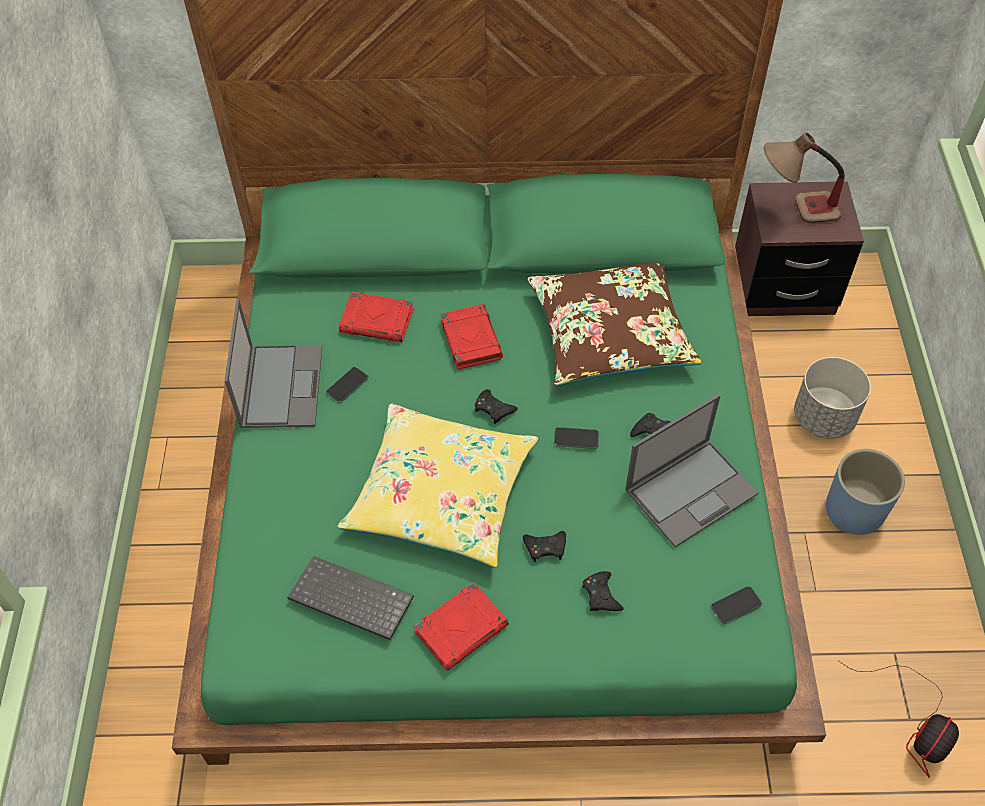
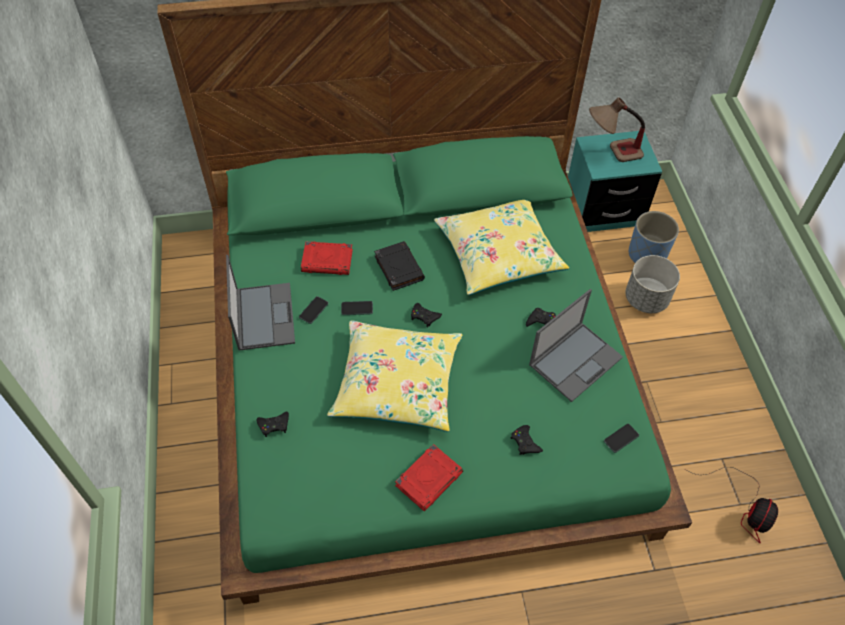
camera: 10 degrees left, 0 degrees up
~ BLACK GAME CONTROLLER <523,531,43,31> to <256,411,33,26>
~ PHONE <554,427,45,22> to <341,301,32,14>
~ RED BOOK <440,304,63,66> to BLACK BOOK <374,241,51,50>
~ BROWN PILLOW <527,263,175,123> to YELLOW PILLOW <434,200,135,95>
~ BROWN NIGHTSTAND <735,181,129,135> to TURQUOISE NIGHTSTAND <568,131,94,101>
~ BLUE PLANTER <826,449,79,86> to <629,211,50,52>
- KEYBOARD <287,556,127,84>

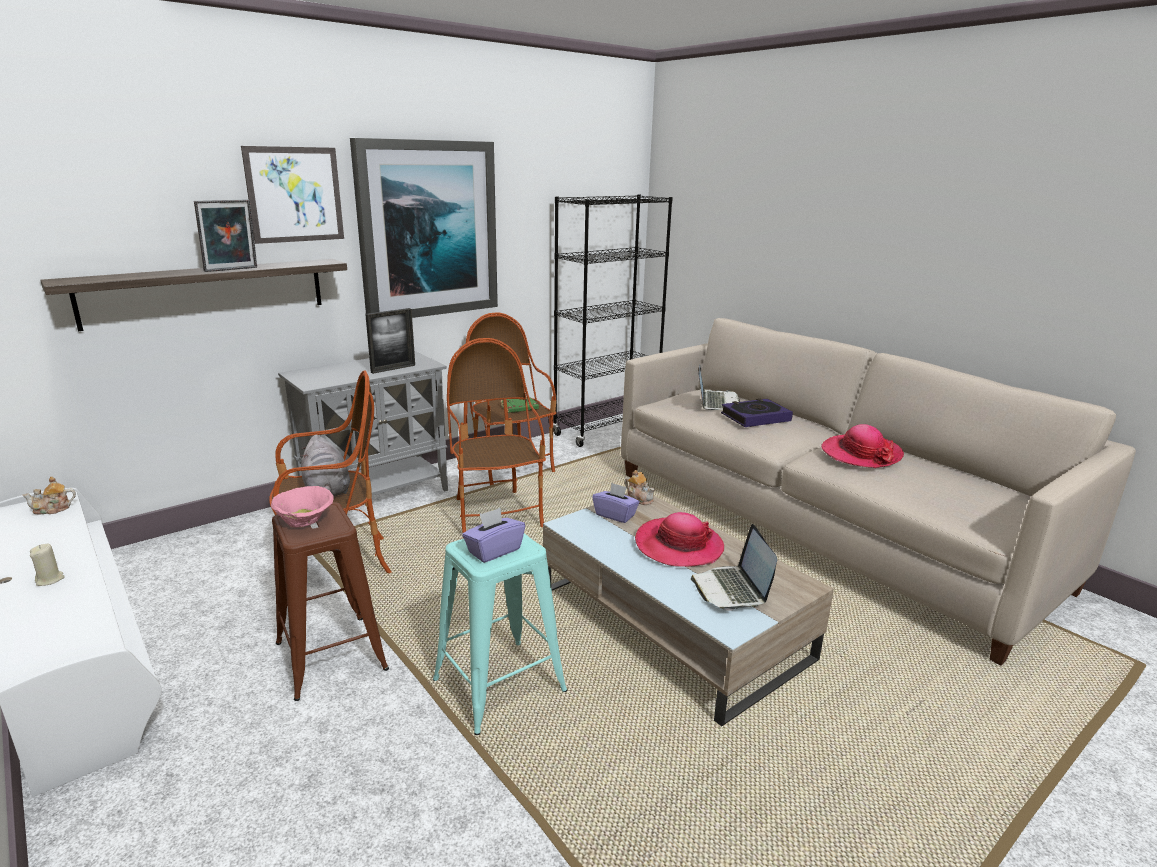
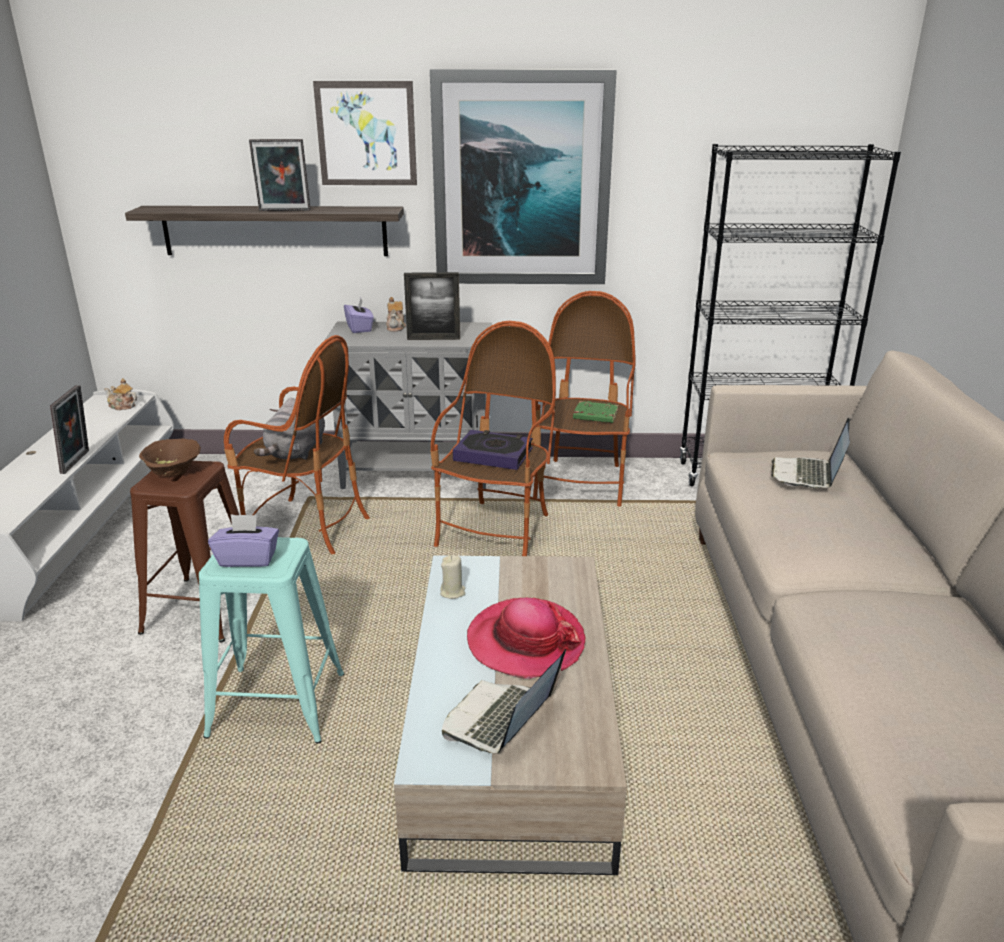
camera: 40 degrees right, 5 degrees up
+ PICTURE FRAME <50,385,39,89>
~ PINK BOWL <271,486,63,41> to BROWN BOWL <139,438,62,39>
~ PURPLE TISSUE BOX <592,483,48,40> to <344,298,30,35>
~ TEAPOT <624,470,31,35> to <386,297,20,35>
~ BEIGE CANDLE <30,544,35,42> to <440,555,26,44>
~ BOOK <721,398,72,29> to <453,430,80,40>
~ LAPTOP <698,364,42,46> = <771,418,79,71> 150 degrees clockwise
- HAT <821,424,83,44>

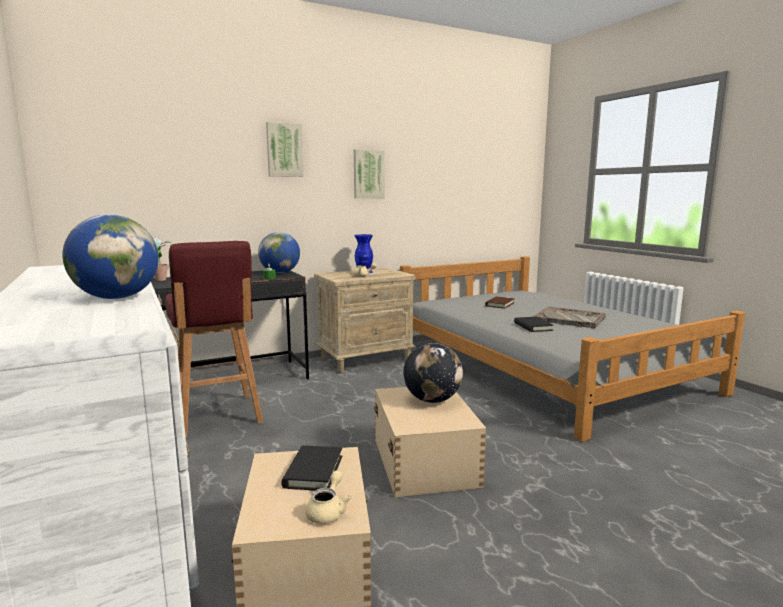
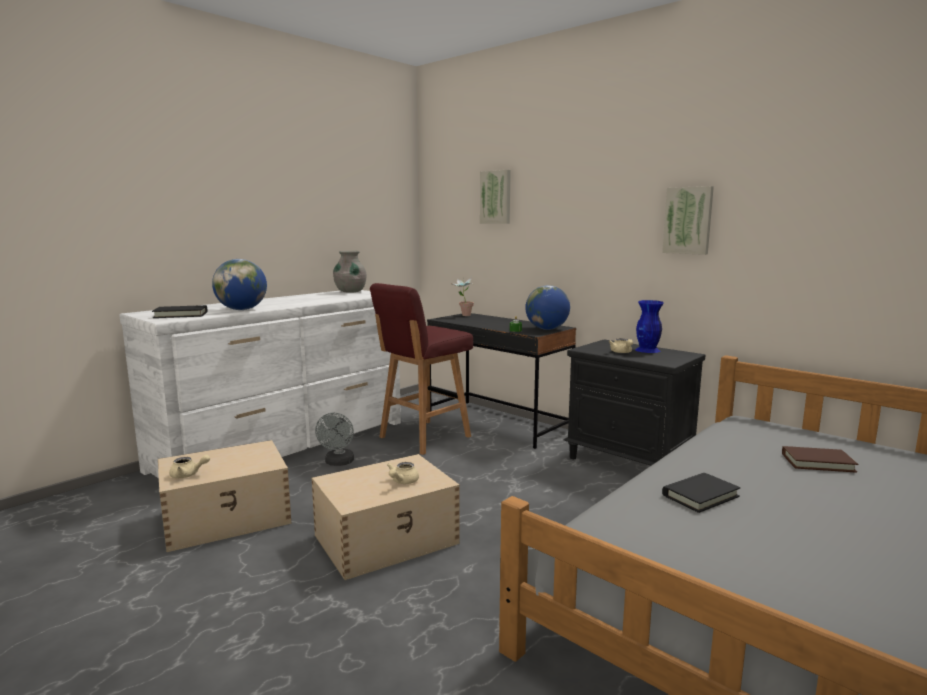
camera: 70 degrees right, 0 degrees up
~ BLACK BOOK <281,446,61,45> to <152,305,55,13>
+ GREY FAN <315,413,39,53>
+ GREY VASE <333,251,33,42>
~ GLOBE <403,343,60,60> to BEIGE TEAPOT <387,462,32,22>
~ PICTURE <266,122,38,55> to <480,170,31,54>
~ BEIGE NIGHTSTAND <314,268,102,105> to BLACK NIGHTSTAND <564,339,141,127>
- GREY TRAY <533,307,73,21>

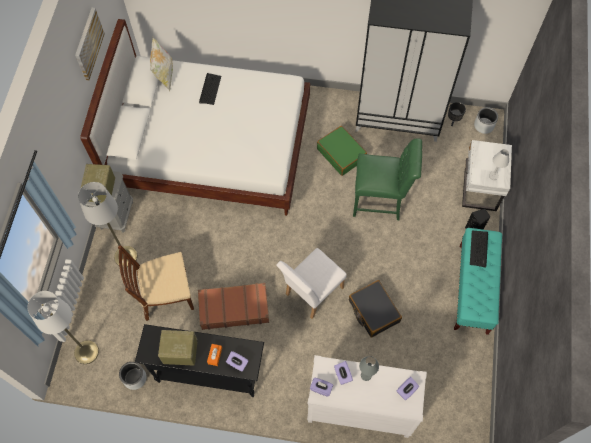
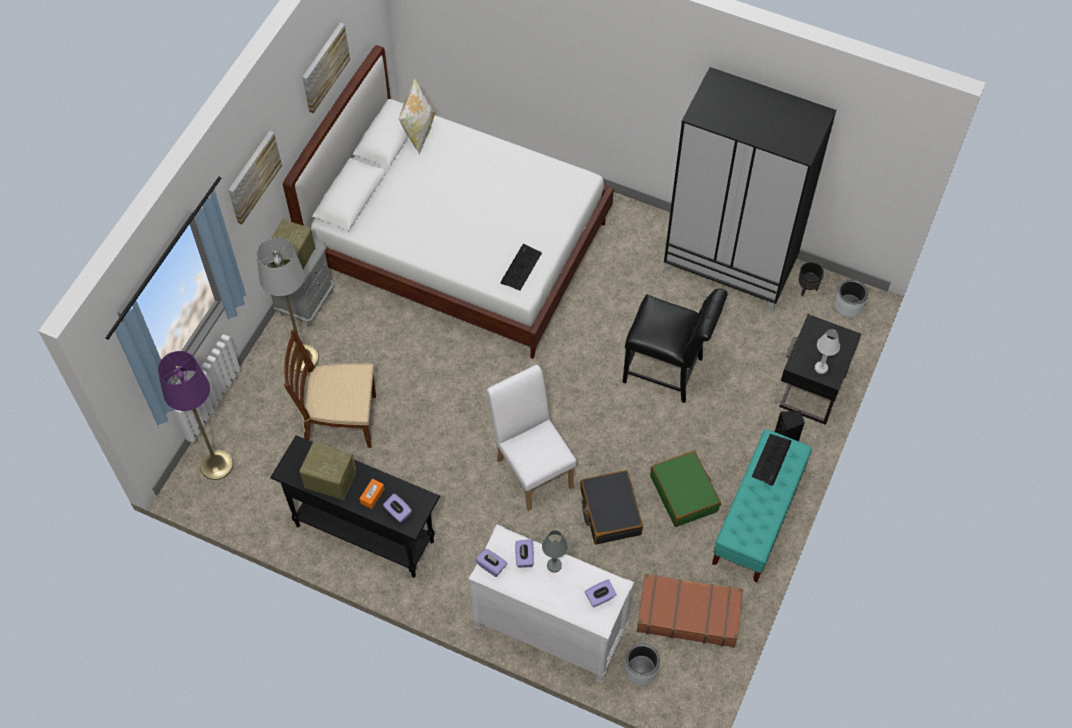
camera: 15 degrees right, 5 degrees down
~ WHITE FLOOR LAMP <27,291,72,73> to PURPLE FLOOR LAMP <158,351,75,129>
+ PICTURE <228,131,54,93>
~ WHITE CHAIR <276,248,71,71> = <487,365,89,146> 90 degrees clockwise
~ KEYBOARD <199,73,22,32> to <501,244,41,47>
~ GREEN CHAIR <353,138,69,82> to BLACK CHAIR <623,288,105,115>
~ GREY PLANTER <119,362,28,28> to <624,643,36,42>
~ BROWN SUITCASE <198,283,71,47> to <637,574,106,74>
~ GREEN SUITCASE <317,126,50,50> to <650,451,71,76>
~ WHITE NIGHTSTAND <462,140,50,71> to BLACK NIGHTSTAND <779,314,82,111>

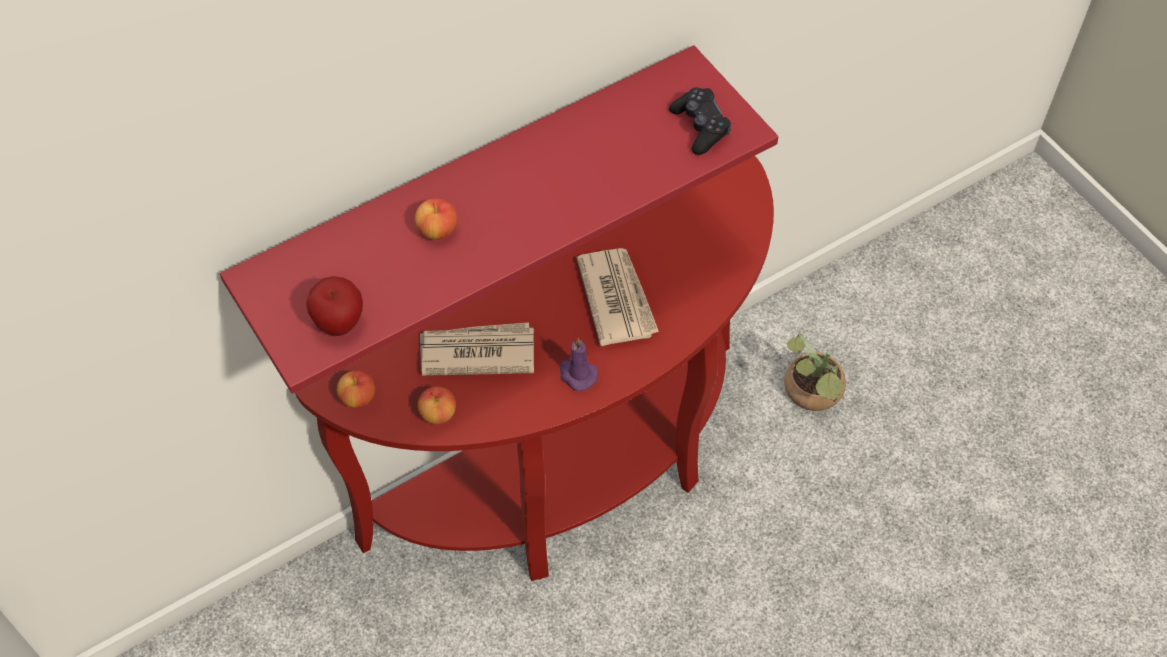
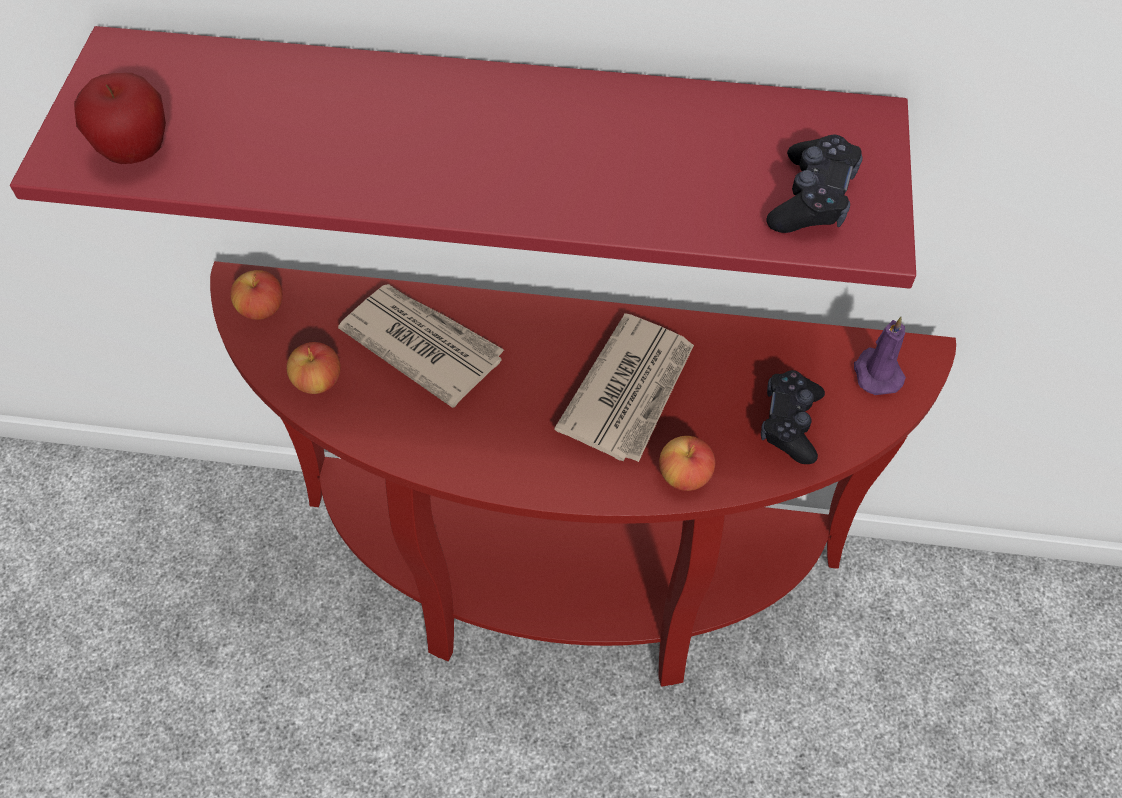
camera: 40 degrees right, 0 degrees up
~ APPLE <415,198,42,42> to <659,436,56,55>
+ BLACK GAME CONTROLLER <761,370,64,94>
~ PURPLE CANDLE <560,338,38,53> to <854,317,52,78>
- POTTED PLANT <784,333,62,78>

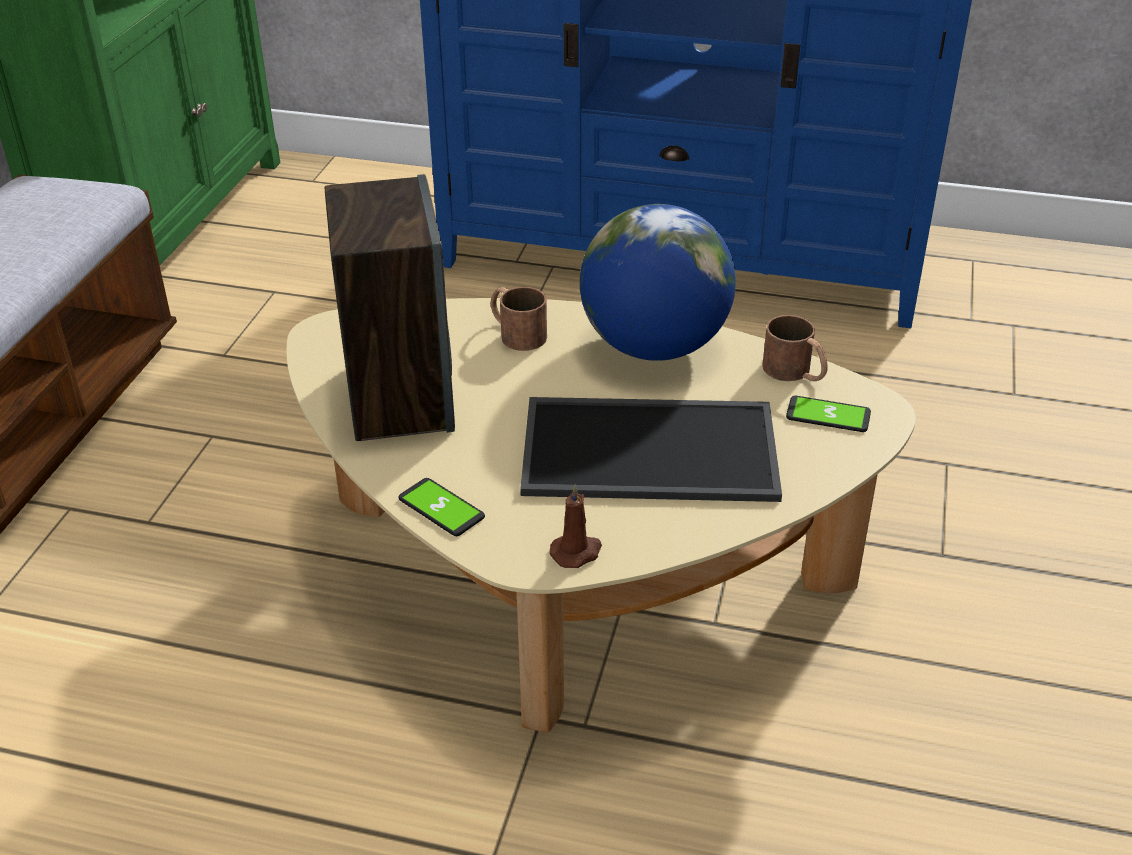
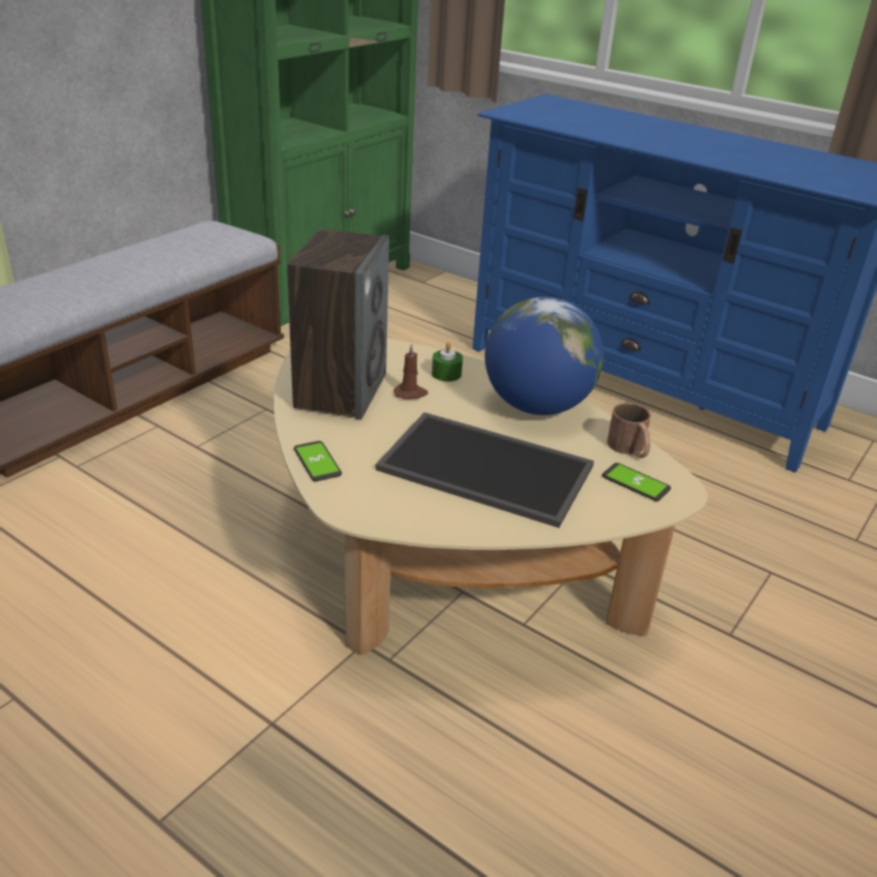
camera: 20 degrees right, 5 degrees down
~ BROWN CANDLE <549,484,53,84> to <394,344,34,55>
~ BROWN MUG <491,287,56,64> to GREEN CANDLE <432,342,31,40>

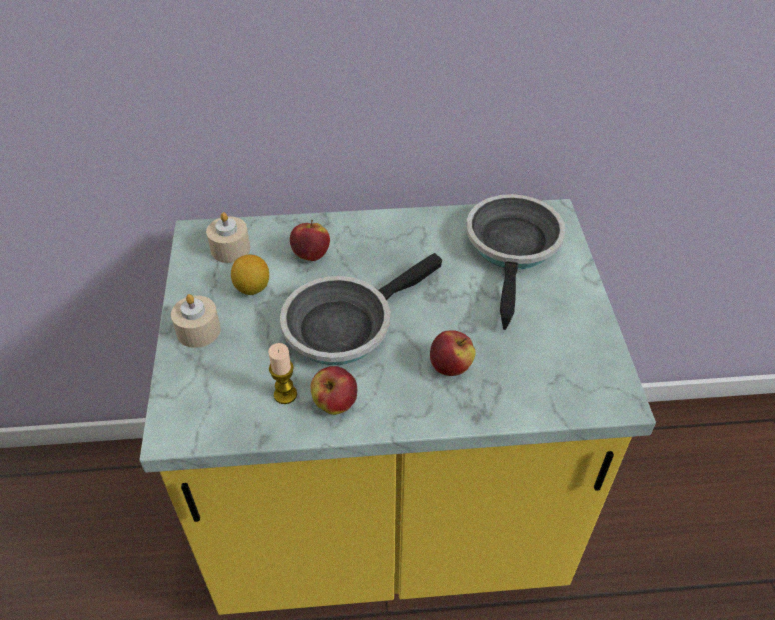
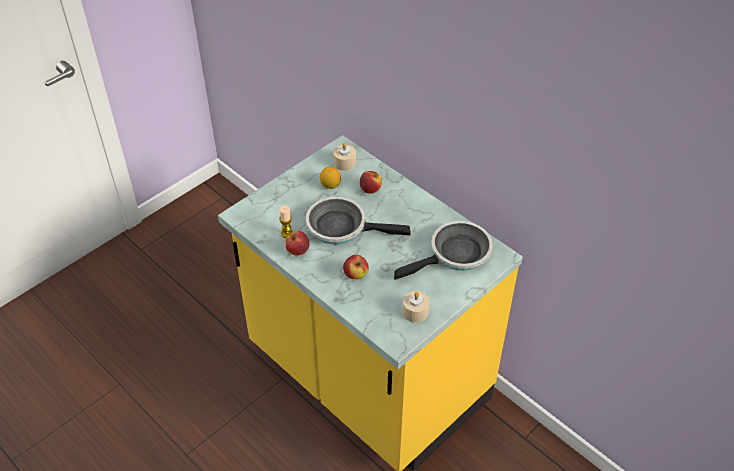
camera: 50 degrees right, 0 degrees up
~ BEIGE CANDLE <171,294,50,54> to <403,291,26,32>

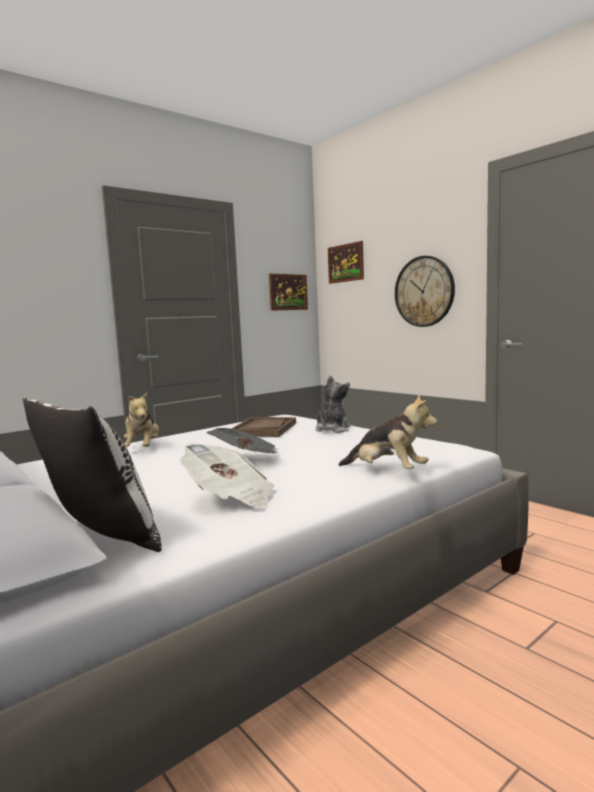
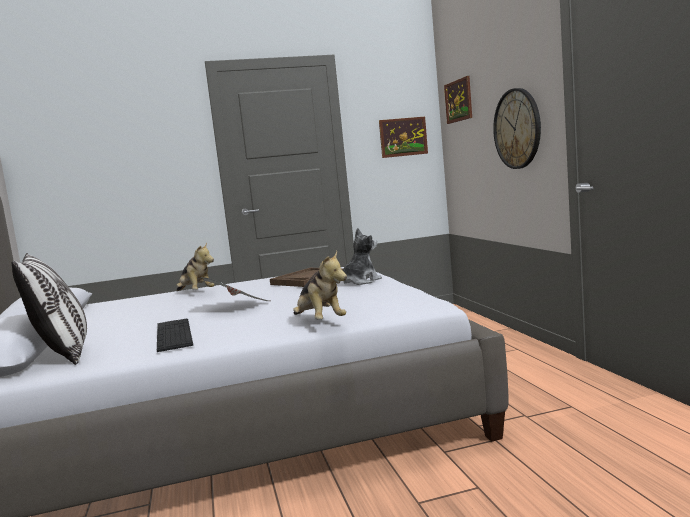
camera: 25 degrees right, 0 degrees up
~ NEWSPAPER <180,443,94,66> to KEYBOARD <157,319,36,33>
~ PLUSH TOY <124,392,35,55> = <177,242,37,49> 60 degrees counterclockwise

